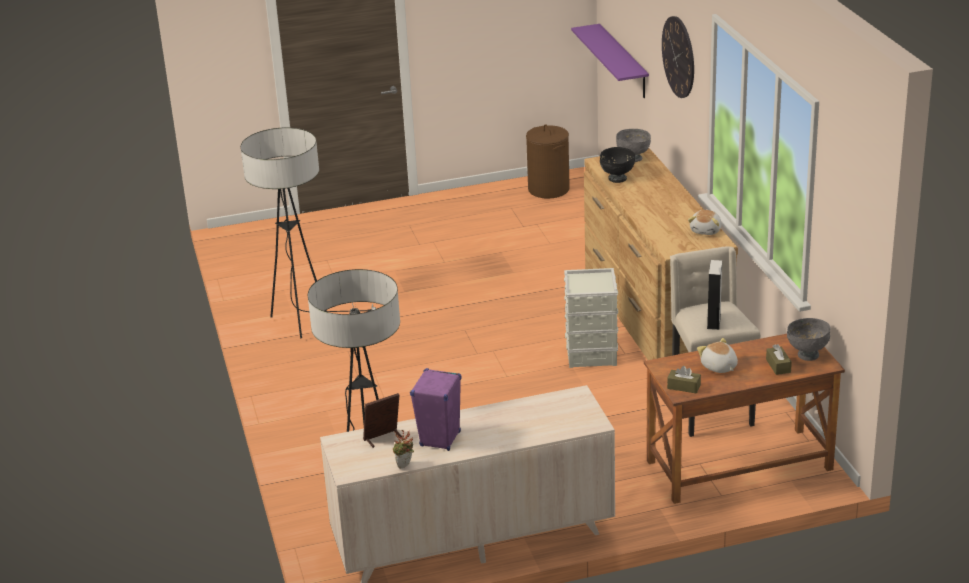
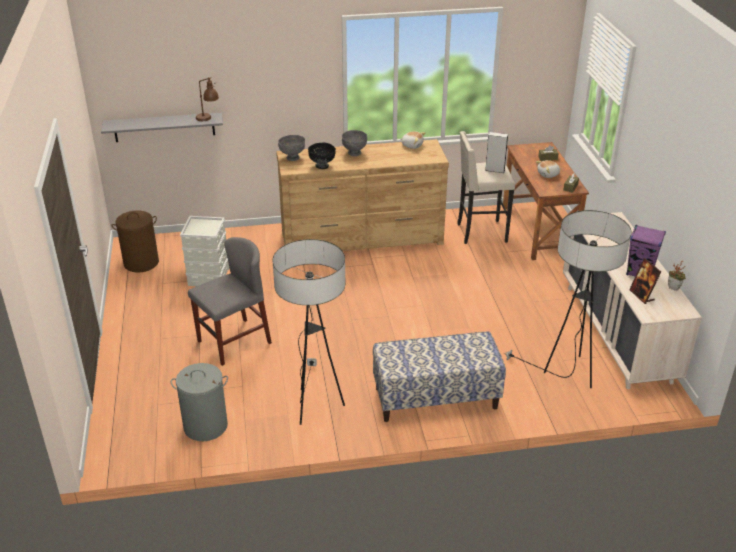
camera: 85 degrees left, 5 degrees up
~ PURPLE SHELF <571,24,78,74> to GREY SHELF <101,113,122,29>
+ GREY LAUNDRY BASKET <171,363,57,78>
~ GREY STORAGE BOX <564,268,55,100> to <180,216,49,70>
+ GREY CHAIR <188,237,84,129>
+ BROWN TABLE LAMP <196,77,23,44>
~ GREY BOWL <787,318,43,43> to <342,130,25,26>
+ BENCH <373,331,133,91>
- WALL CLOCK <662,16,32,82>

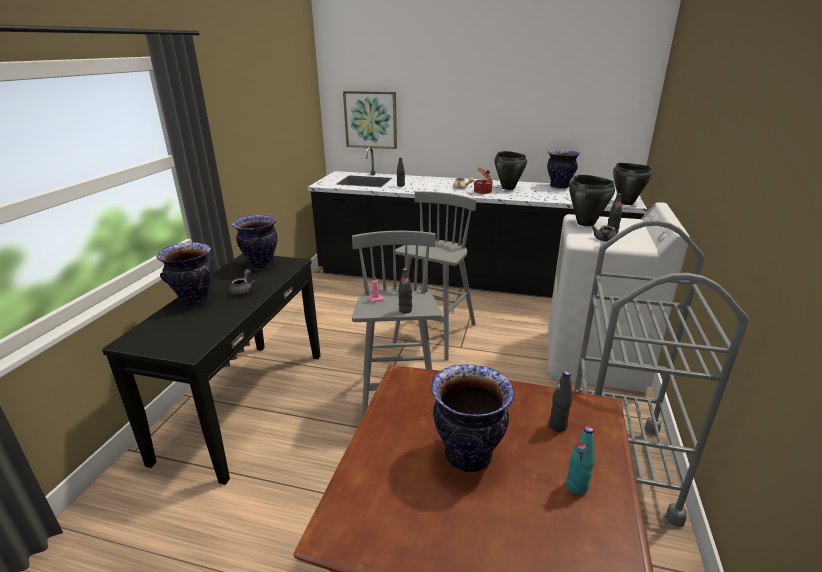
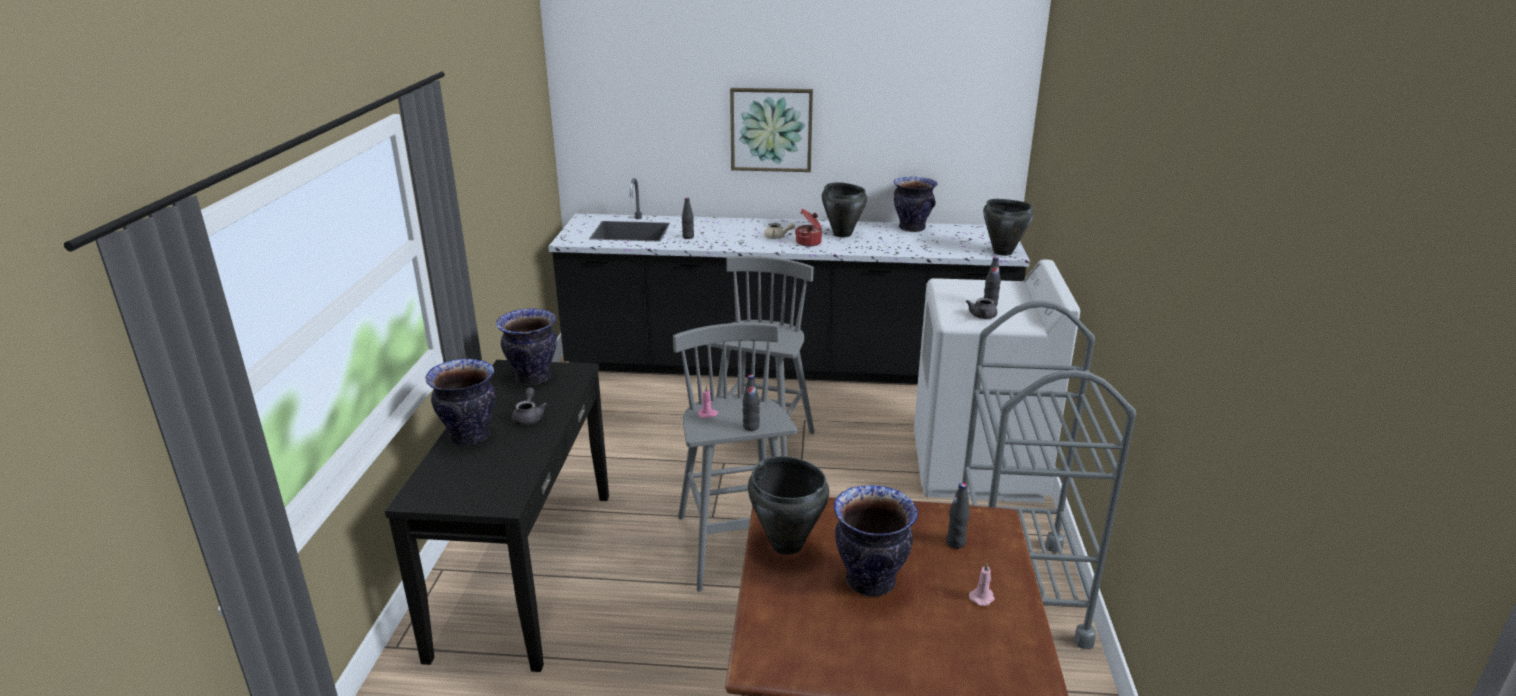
camera: 10 degrees left, 0 degrees up
~ PICTURE <343,91,54,58> to <730,88,83,84>
~ BLACK COOKING POT <569,175,46,52> to <748,456,81,99>
~ TURQUOISE BOTTLE <566,426,29,69> to PINK CANDLE <969,563,26,43>

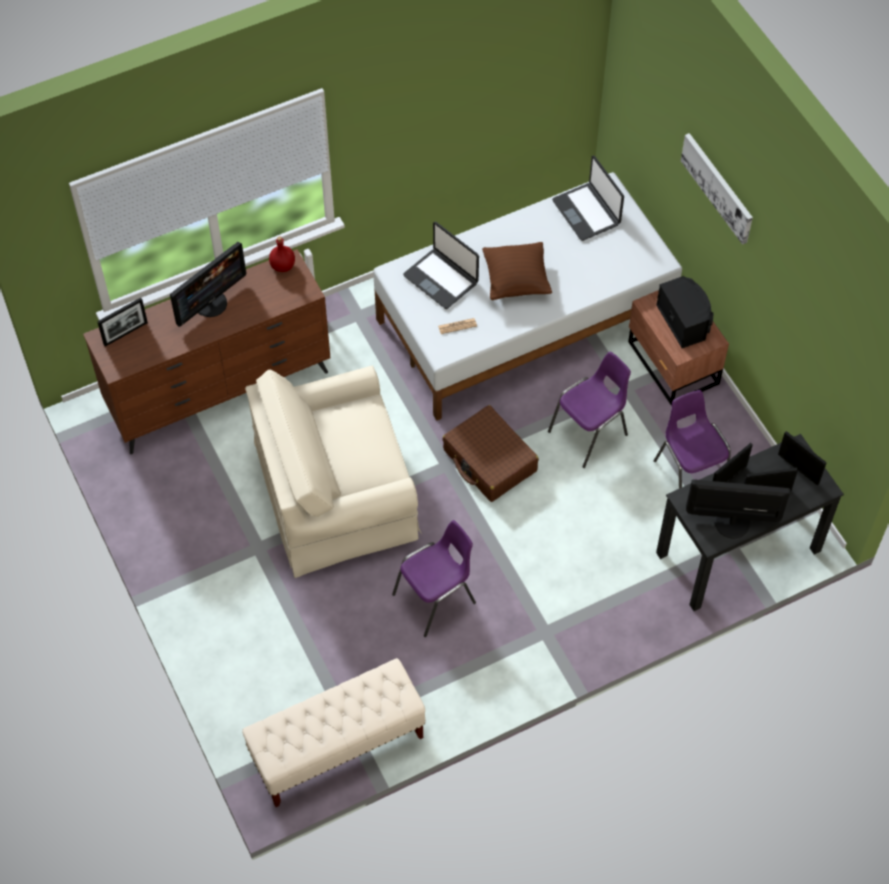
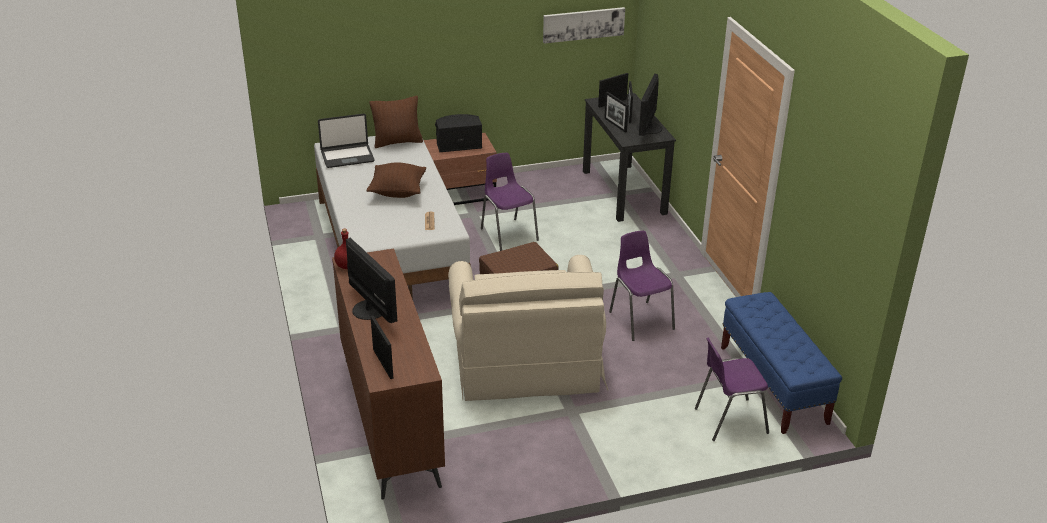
camera: 80 degrees left, 25 degrees down
+ BROWN PILLOW <369,96,54,52>
~ PICTURE <681,133,72,112> to <543,7,82,37>
~ PURPLE CHAIR <654,390,76,99> to <695,338,74,103>
~ BEIGE BENCH <242,658,184,149> to BLUE BENCH <721,292,121,142>
- LAPTOP <403,222,76,87>

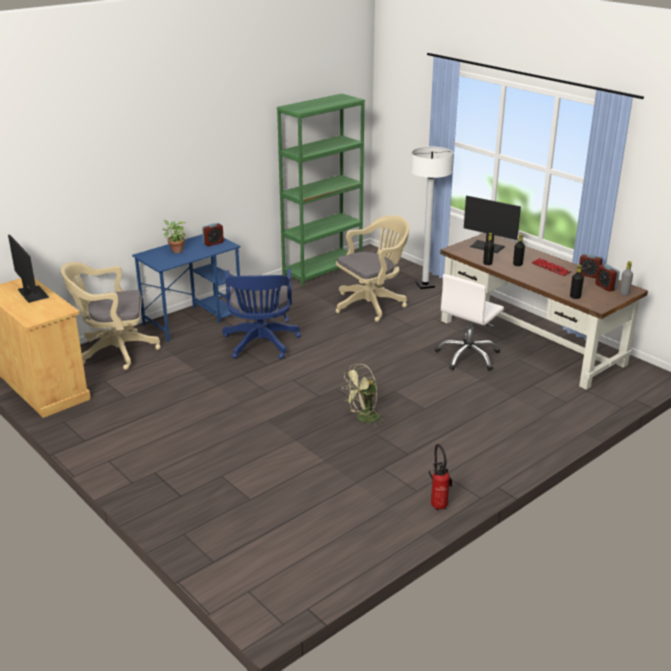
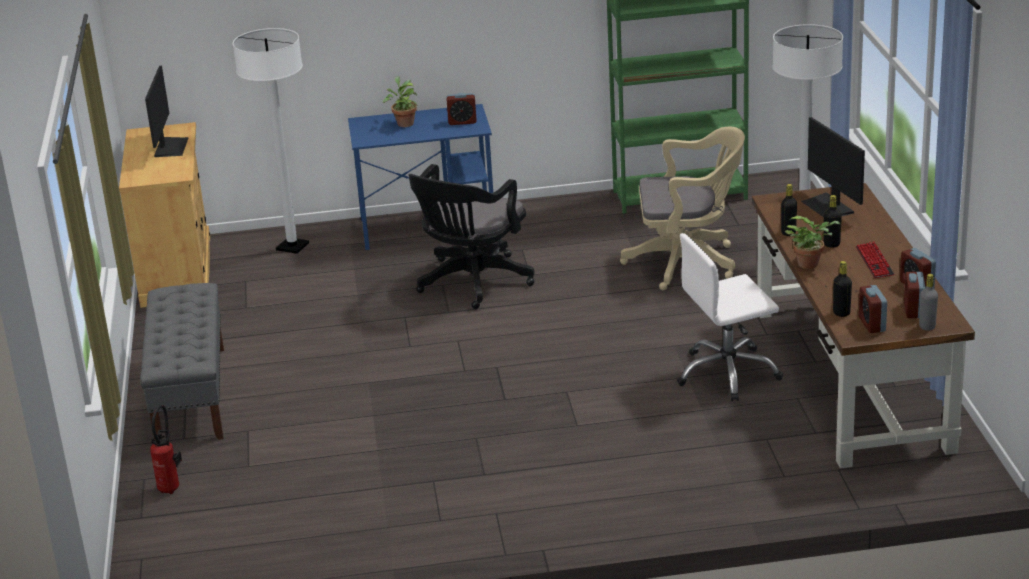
camera: 35 degrees right, 0 degrees up
+ GREY BENCH <140,283,84,157>
~ FIRE EXTINGUISHER <429,444,23,66> to <150,405,32,89>
~ BEIGE OFFICE CHAIR <61,262,100,108> to WHITE FLOOR LAMP <233,28,76,226>
~ BLUE OFFICE CHAIR <222,269,79,90> to BLACK OFFICE CHAIR <408,164,127,145>
+ POTTED PLANT <785,216,55,53>
+ ALARM CLOCK <859,285,28,48>
- GREEN FAN <342,364,45,62>

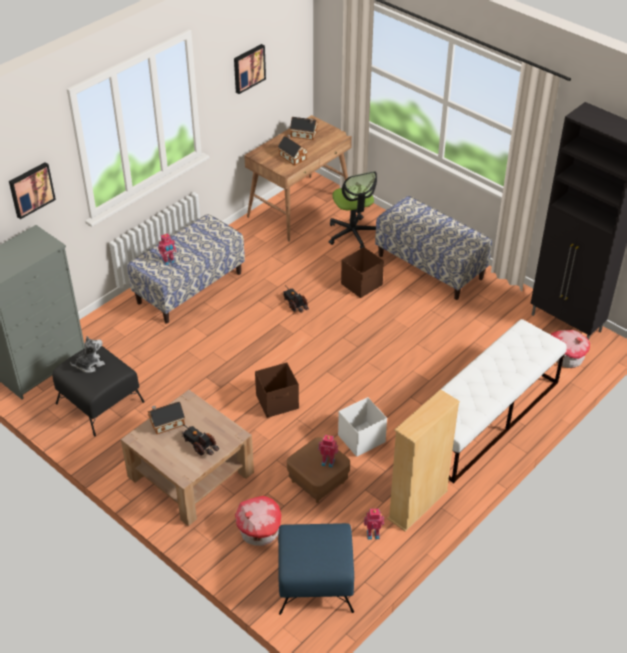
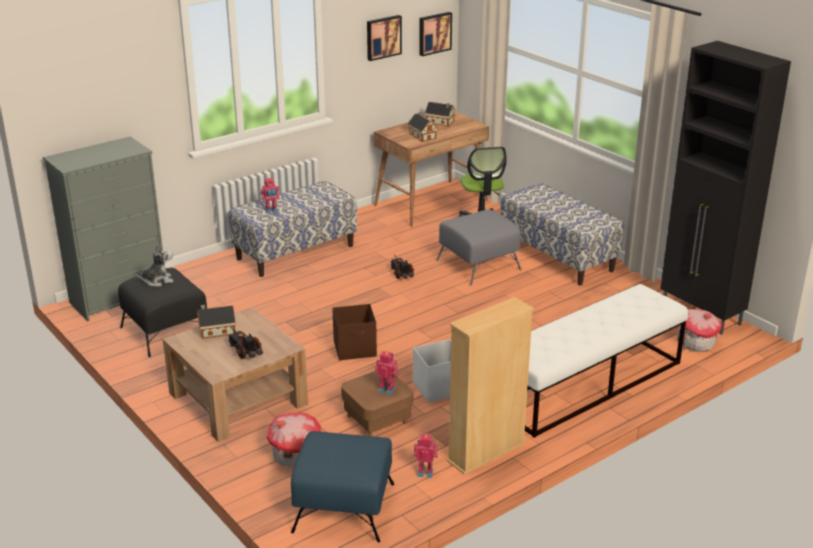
camera: 10 degrees right, 15 degrees down
~ PICTURE <9,162,47,57> to <419,12,33,44>
~ BROWN STORAGE BOX <341,247,43,51> to GREY OTTOMAN <436,209,85,77>

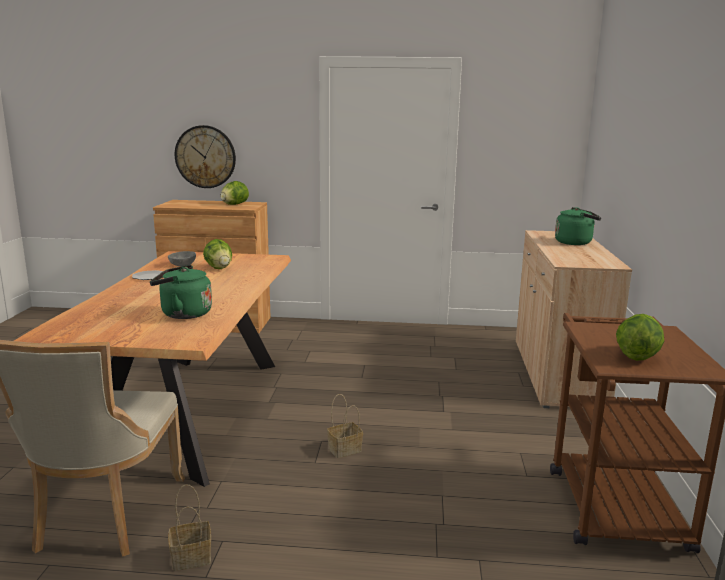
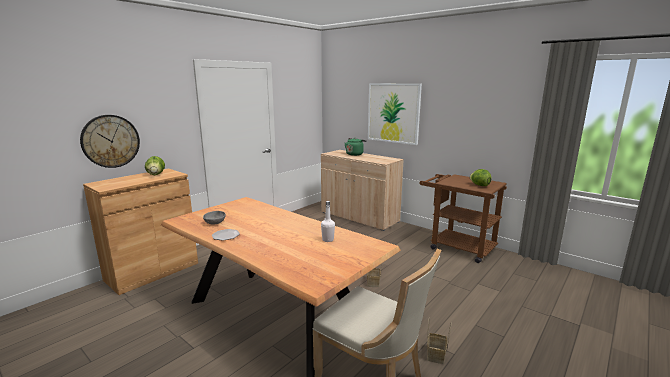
camera: 55 degrees left, 0 degrees up
~ GREEN KETTLE <150,265,62,54> to WHITE BOTTLE <321,201,14,41>
+ PICTURE <368,83,54,62>
- LETTUCE <203,239,29,30>

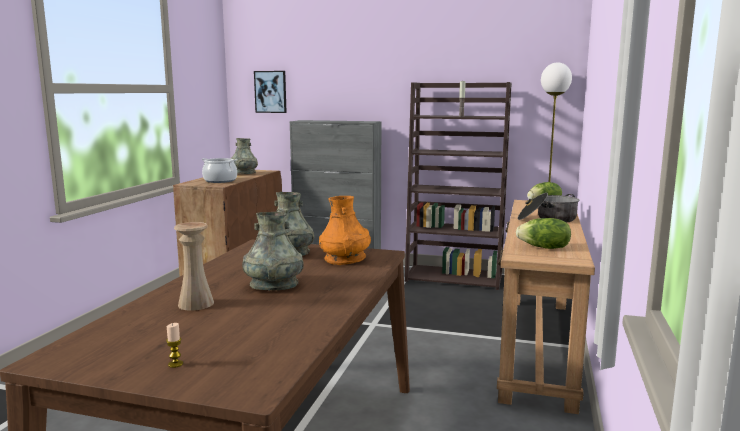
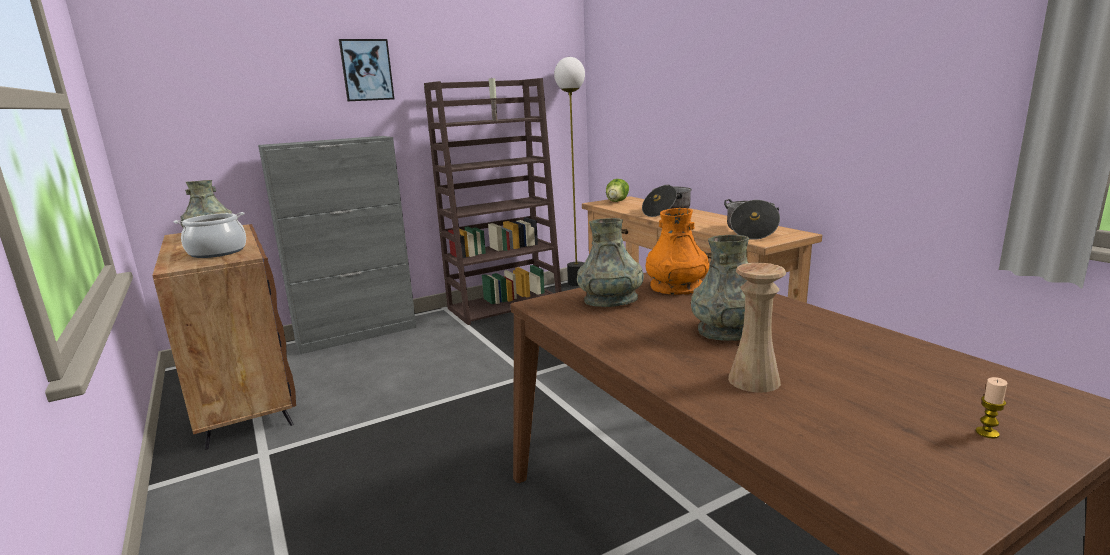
camera: 45 degrees left, 5 degrees up
~ PICTURE <254,71,33,42> to <339,39,55,62>
~ LETTUCE <516,218,55,31> to COOKING POT <724,199,56,41>

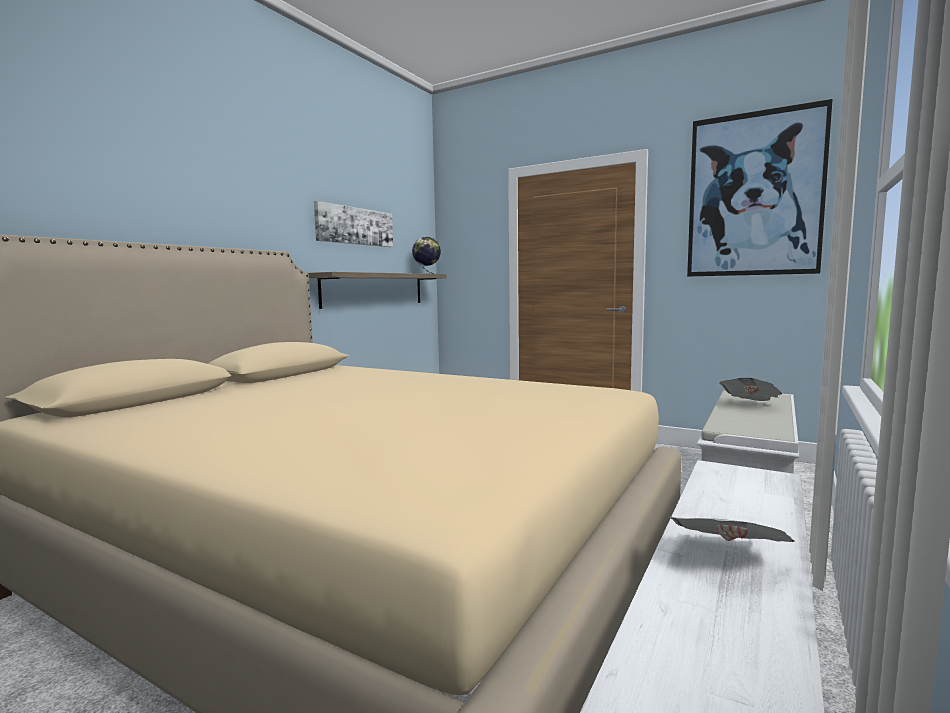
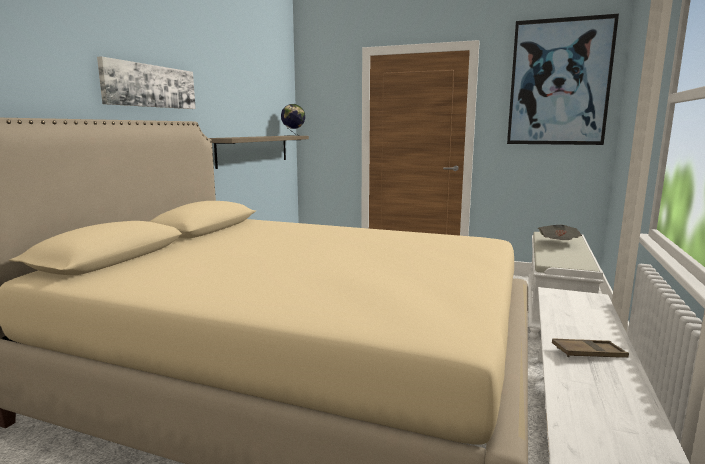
camera: 10 degrees left, 5 degrees up
~ PICTURE <314,201,79,46> to <97,56,99,53>
~ NEWSPAPER <670,517,125,25> to BROWN TRAY <552,338,77,20>

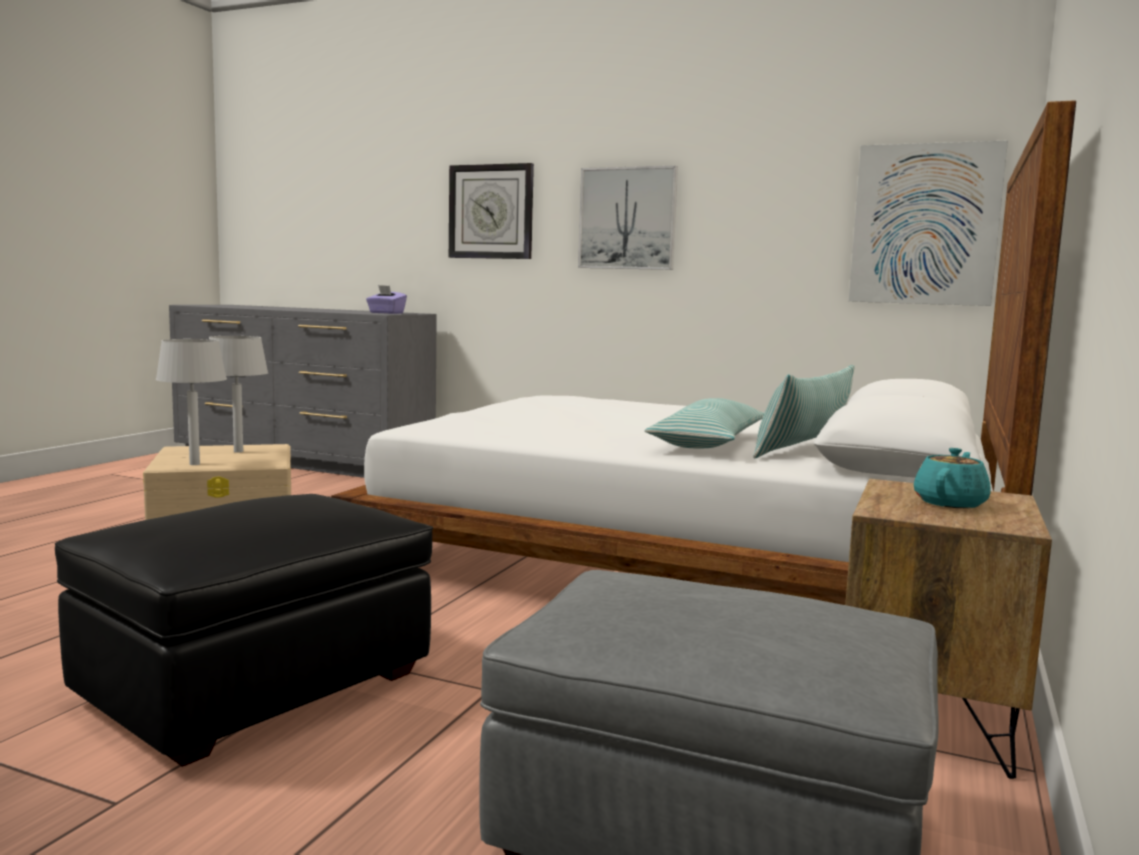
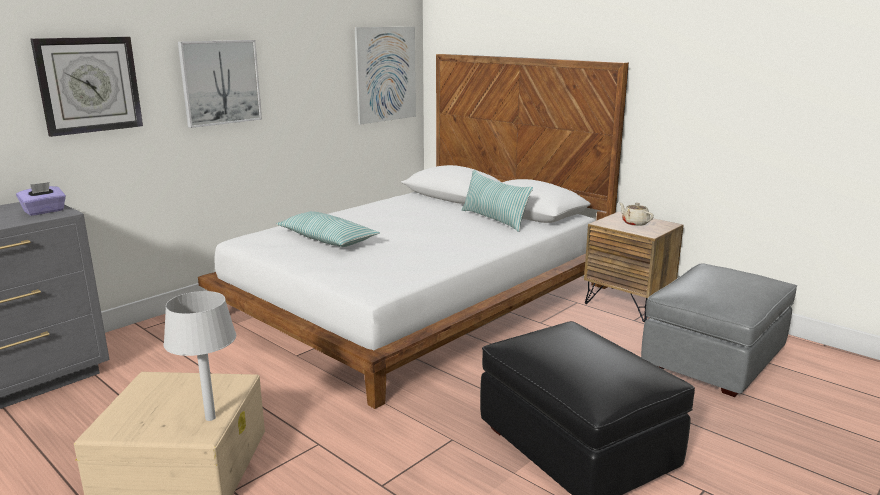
camera: 70 degrees left, 10 degrees up
~ PILLOW <645,398,119,51> to <277,211,103,36>
~ TURQUOISE TEAPOT <914,448,77,60> to BEIGE TEAPOT <619,202,35,24>
- GREY TABLE LAMP <209,336,59,117>

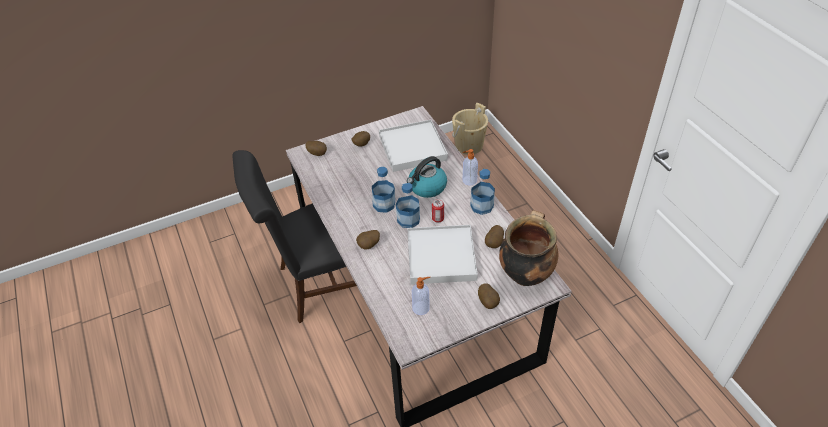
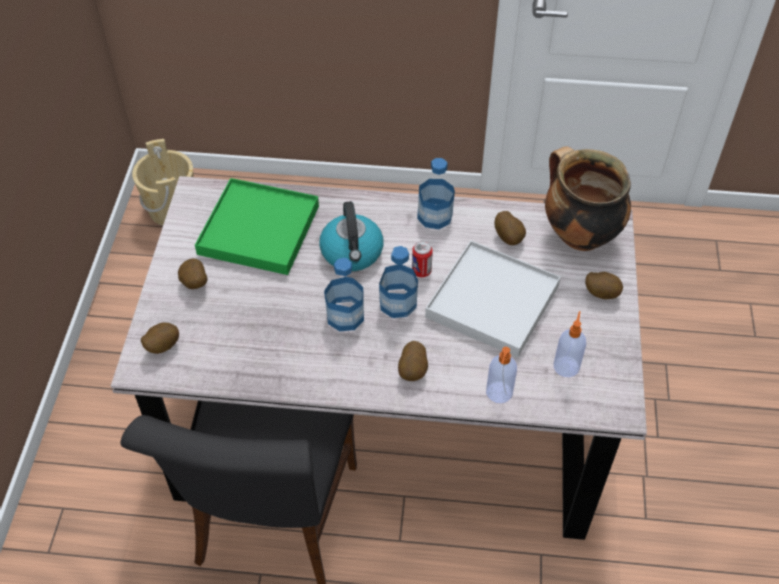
camera: 60 degrees left, 5 degrees up
~ WHITE TRAY <379,119,69,53> to GREEN TRAY <195,178,124,97>
~ SOAP DISPENSER <463,149,15,37> to <486,347,31,56>

